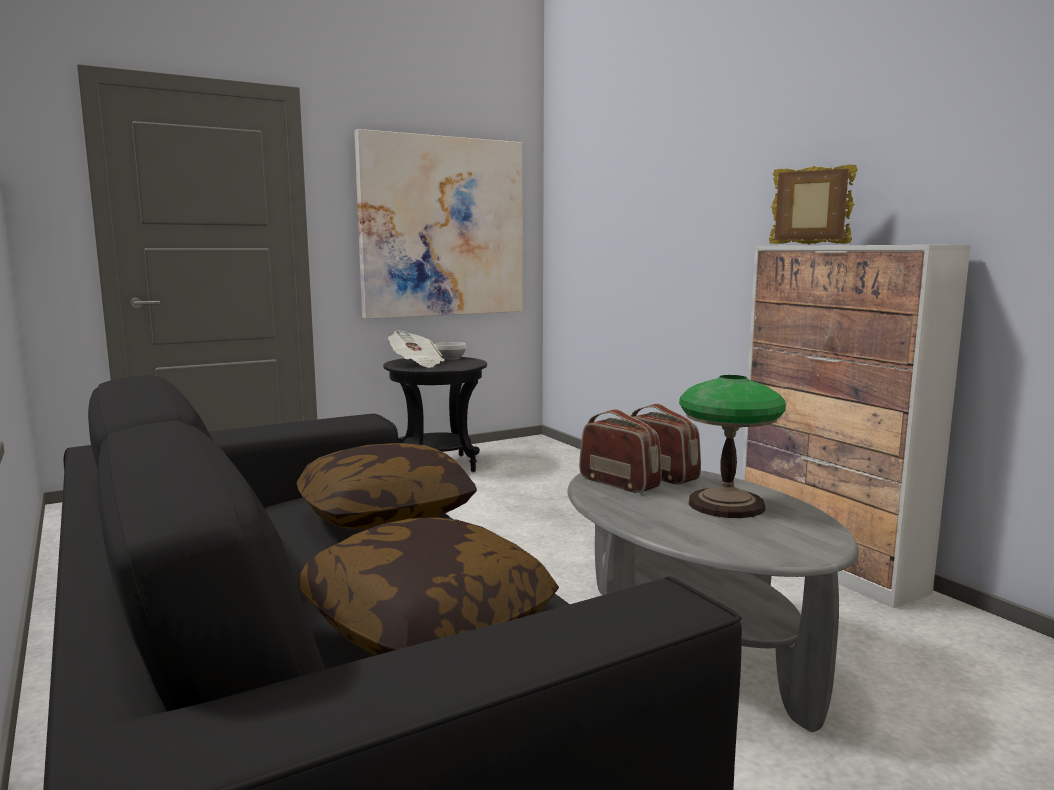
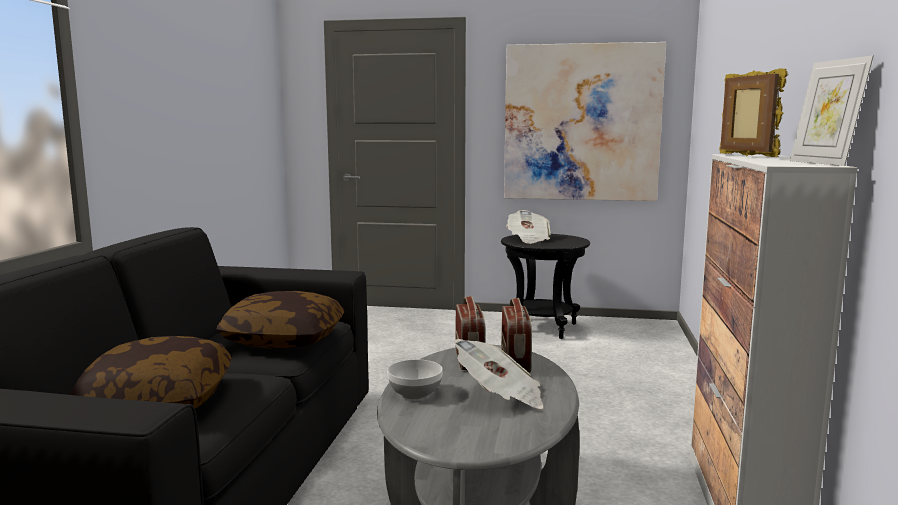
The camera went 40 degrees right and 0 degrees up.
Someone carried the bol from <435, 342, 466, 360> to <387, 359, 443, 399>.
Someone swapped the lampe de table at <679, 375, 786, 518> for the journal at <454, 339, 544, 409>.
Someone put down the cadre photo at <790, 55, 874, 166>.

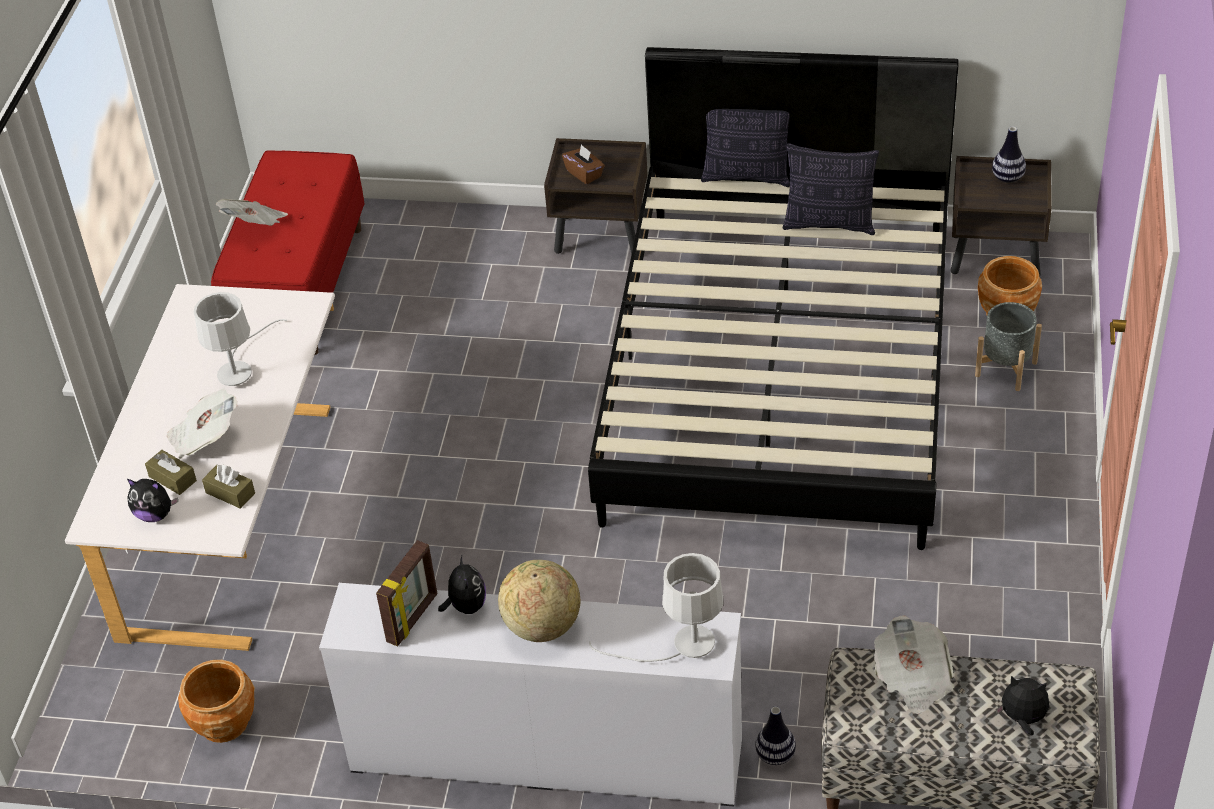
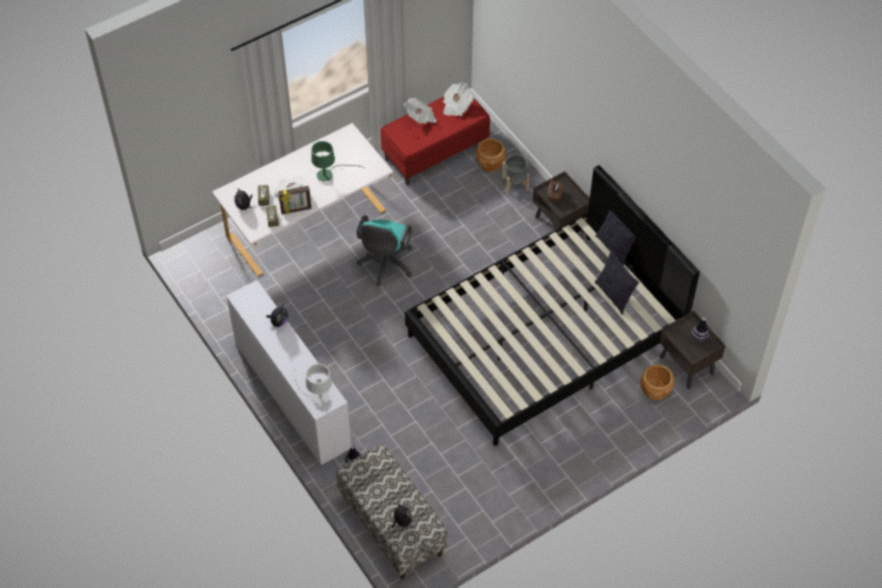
The camera went 45 degrees right and 10 degrees up.
Someone repainted the lampe de table/blanc at <194, 292, 287, 386>, which became the lampe de table/vert at <311, 141, 365, 182>.
Someone carried the cache-pot/gris from <975, 302, 1042, 391> to <502, 155, 529, 194>.
Someone carried the cadre photo from <376, 540, 437, 646> to <278, 186, 312, 214>.
Someone took away the globe at <498, 560, 580, 642>.
Someone carried the journal from <874, 615, 954, 714> to <443, 83, 474, 116>.
Someone carried the cache-pot/marron from <178, 660, 255, 743> to <476, 138, 506, 172>.
Someone put down the chaise de bureau/turquoise at <356, 215, 413, 286>.

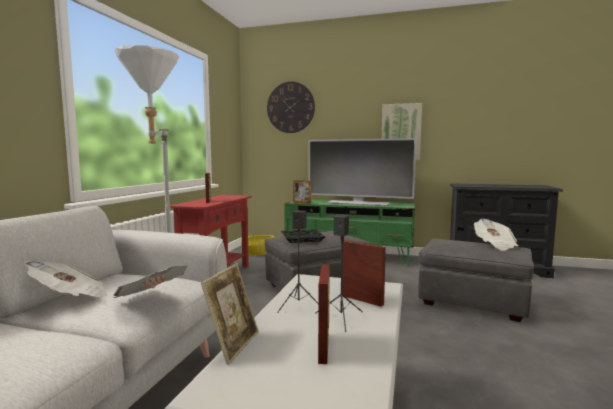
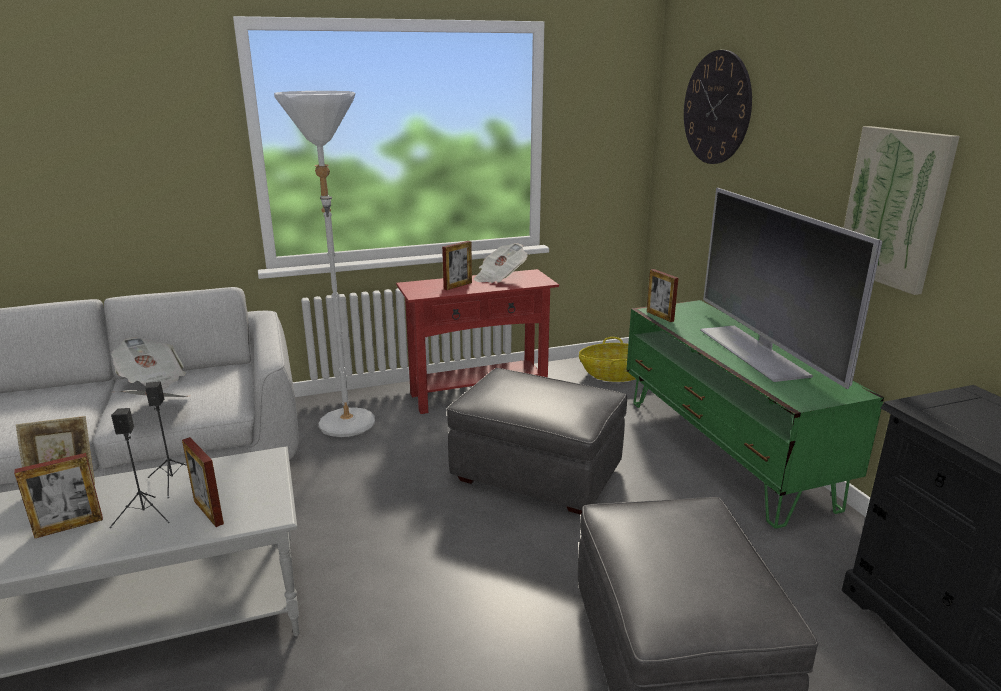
The camera went 55 degrees right and 15 degrees up.
Someone carried the journal from <474, 219, 519, 251> to <474, 243, 528, 283>.
Someone took away the plateau/noir at <281, 229, 325, 243>.
Someone rotated the cadre photo at <342, 240, 386, 307> by 135 degrees clockwise.

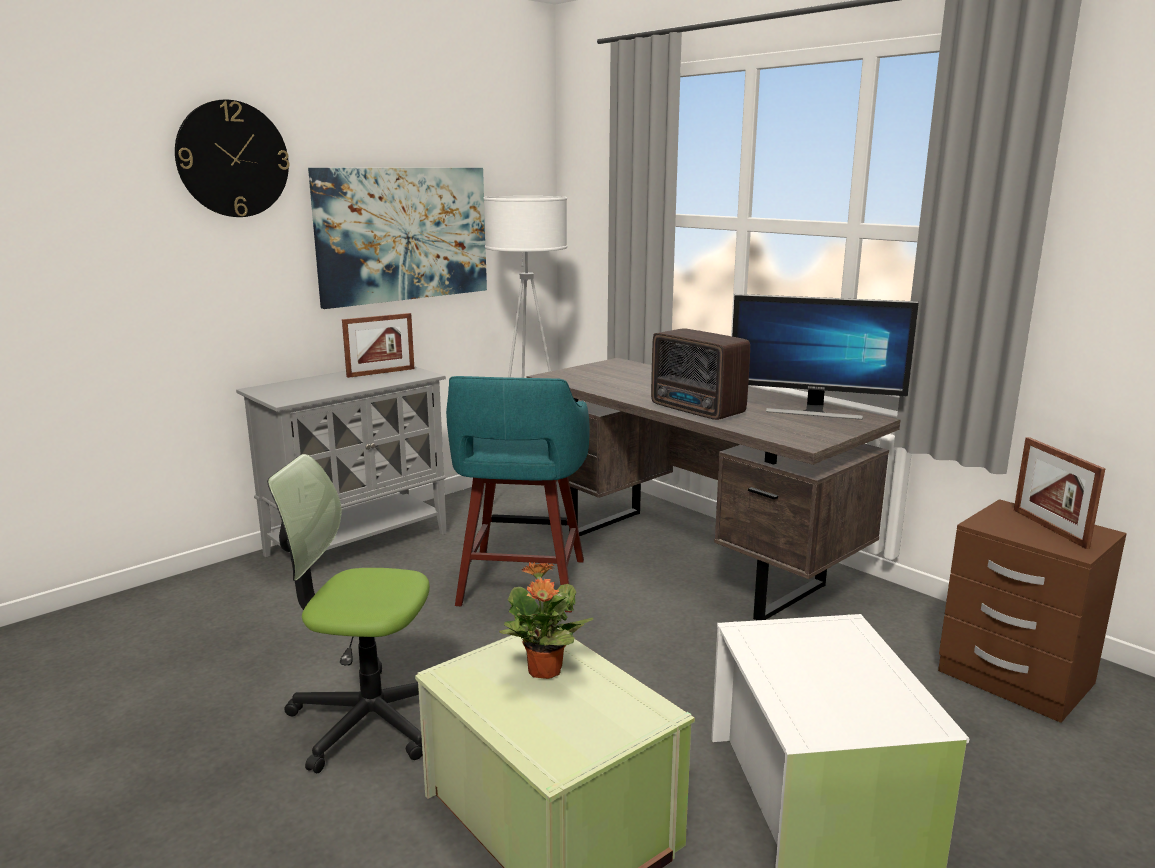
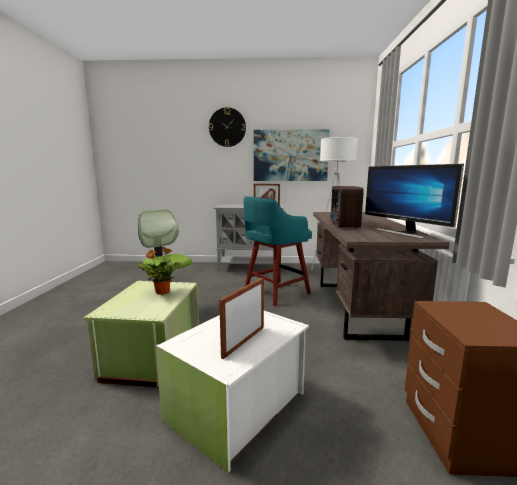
The camera went 45 degrees right and 5 degrees down.
Someone carried the cadre photo from <1014, 437, 1105, 549> to <219, 278, 264, 359>.

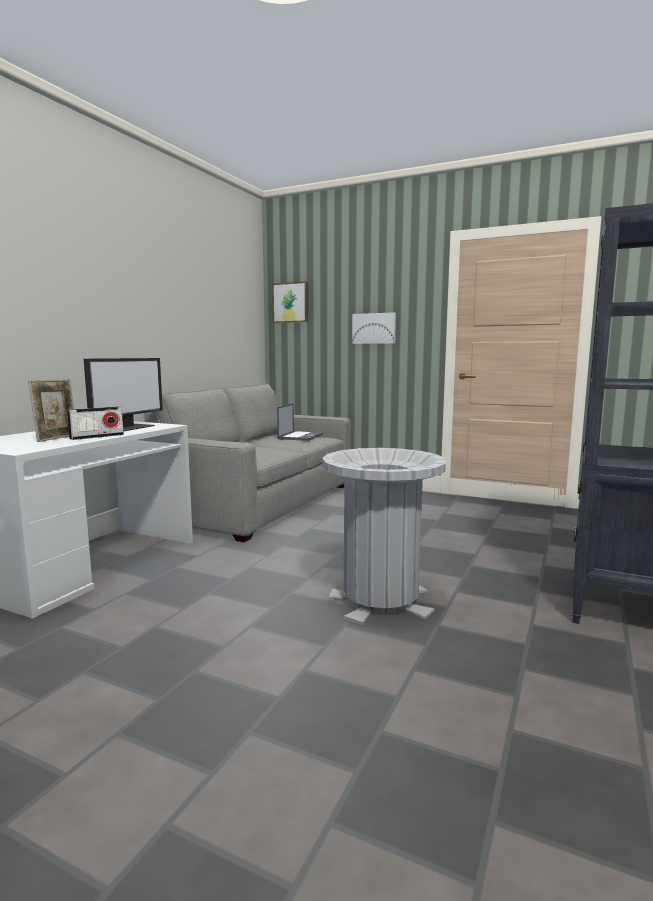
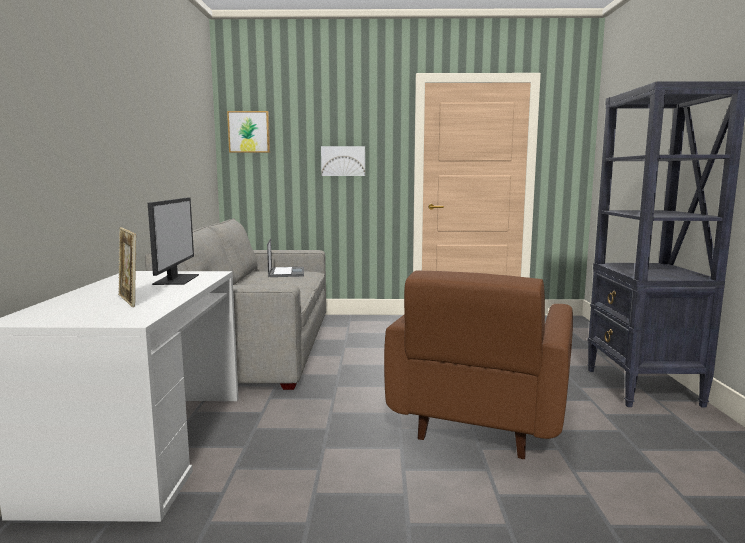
The camera went 25 degrees left and 0 degrees up.
Someone rotated the cadre photo at <28, 380, 74, 442> by 150 degrees clockwise.
Someone took away the radio at <67, 406, 124, 440>.
Someone swapped the poubelle/gris at <322, 448, 446, 625> for the fauteuil/marron at <384, 270, 573, 459>.

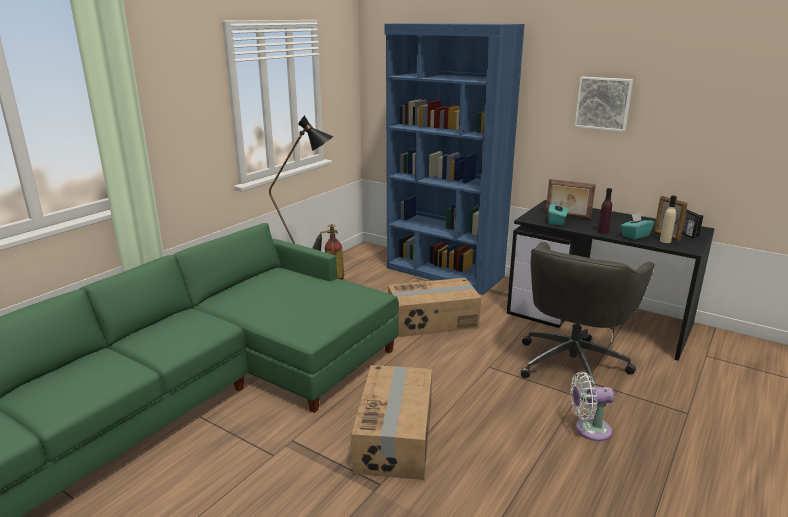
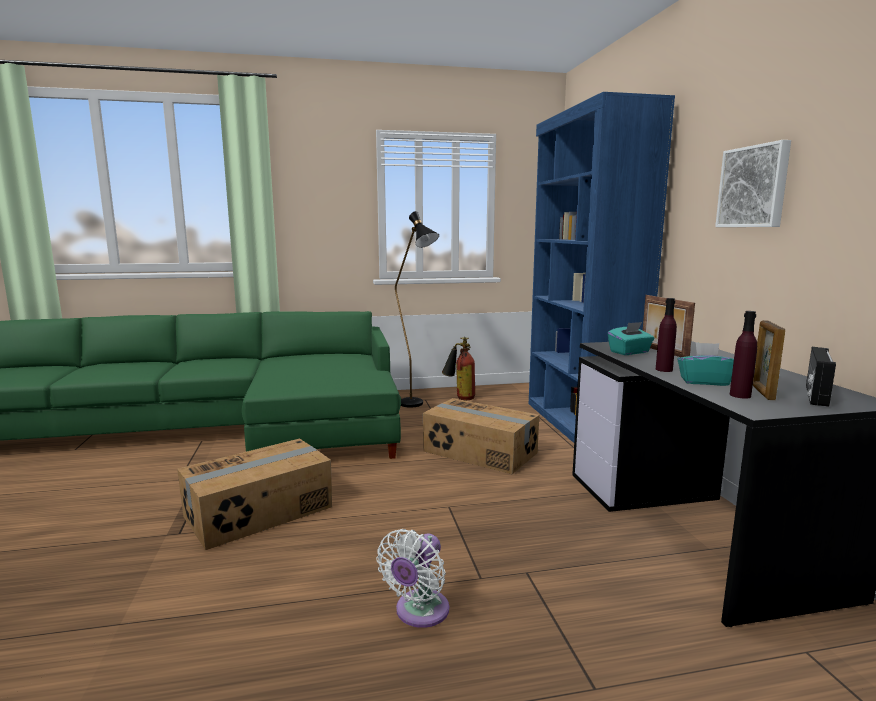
The camera went 45 degrees right and 10 degrees down.
Someone repainted the bouteille/beige at <660, 195, 677, 243>, which became the bouteille/violet at <730, 311, 757, 399>.
Someone took away the chaise de bureau/gris at <521, 242, 655, 387>.
Someone rotated the ventilateur/blanc at <570, 372, 615, 441> by 105 degrees counterclockwise.

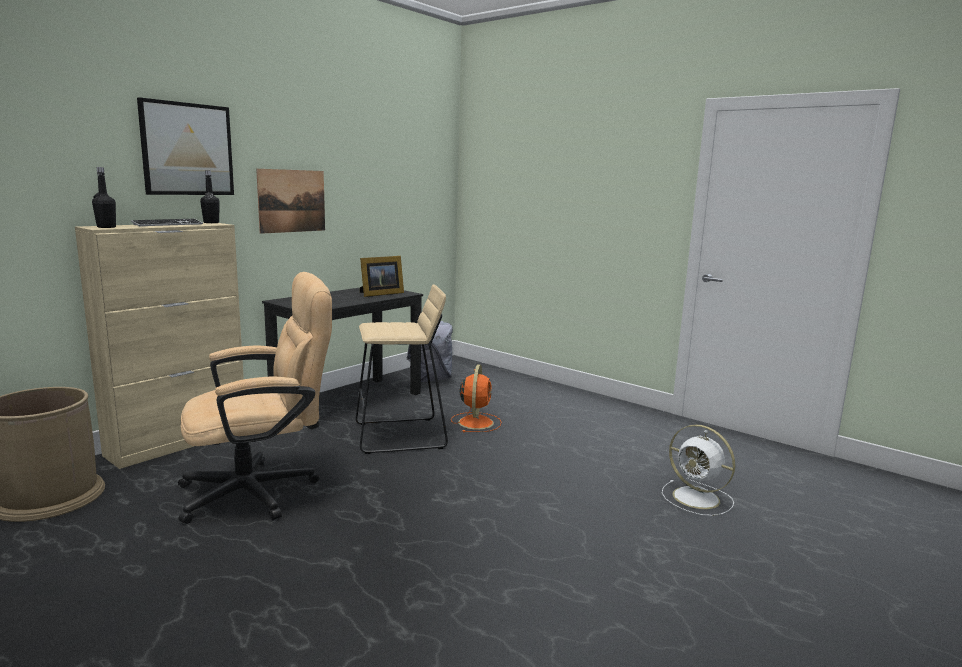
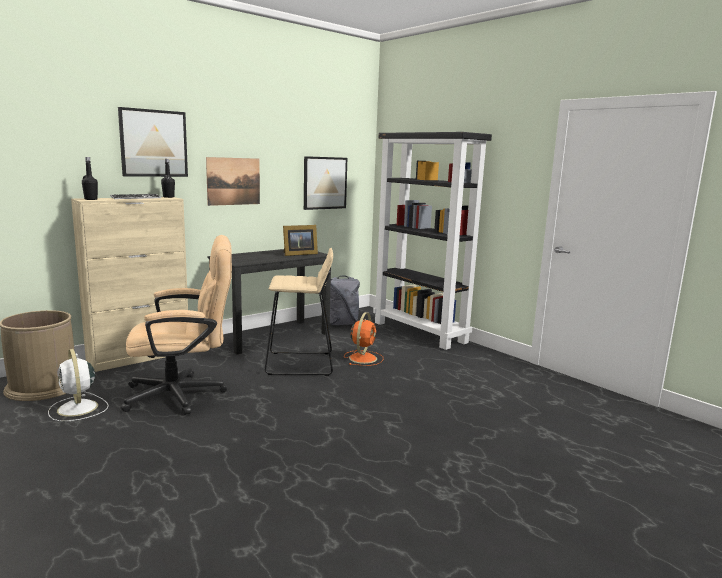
The camera went 10 degrees right and 0 degrees up.
Someone carried the ventilateur/blanc from <662, 425, 735, 516> to <48, 349, 109, 421>.
Someone put down the bibliothèque/noir at <373, 132, 492, 350>.
Someone put up the tableau at <304, 156, 347, 210>.

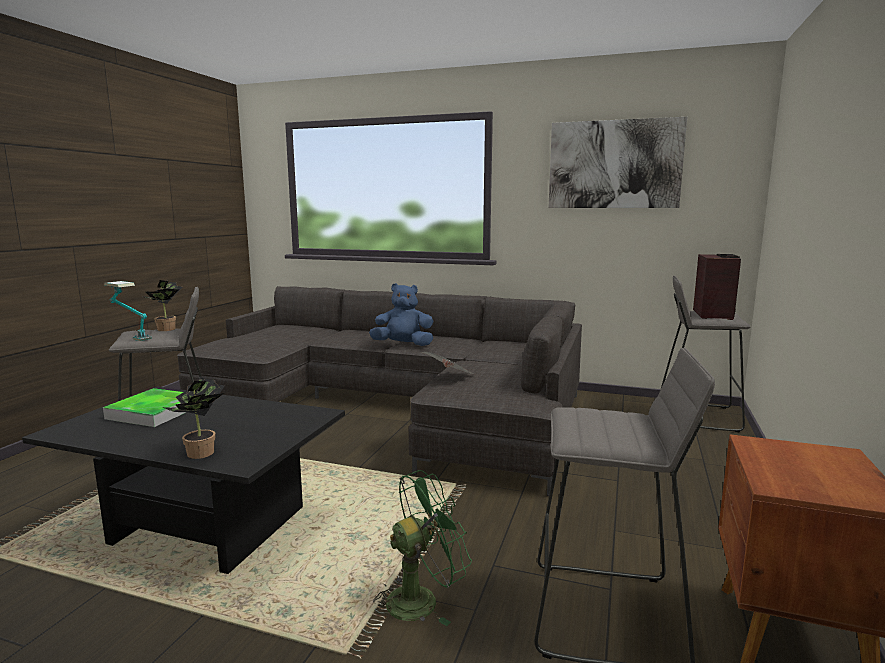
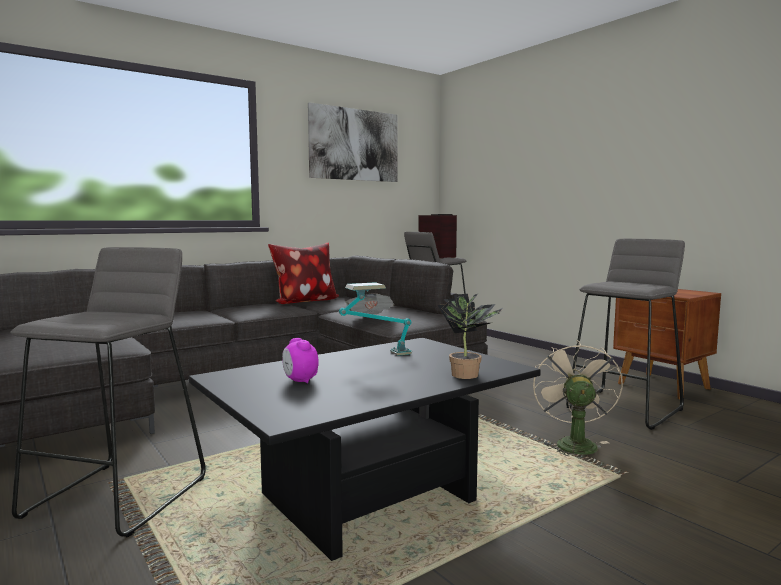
The camera went 55 degrees left and 5 degrees down.
Someone took away the plante en pot at <142, 280, 182, 331>.
Someone carried the lampe de table from <104, 281, 152, 341> to <339, 282, 413, 356>.
Someone took away the peluche/bleu at <369, 283, 433, 346>.
Someone swapped the plateau at <103, 388, 186, 427> for the réveil at <282, 338, 319, 384>.
Someone repainted the ventilateur/vert at <373, 470, 472, 626>, which became the ventilateur/beige at <533, 340, 623, 457>.
Someone put down the coussin at <268, 243, 339, 304>.

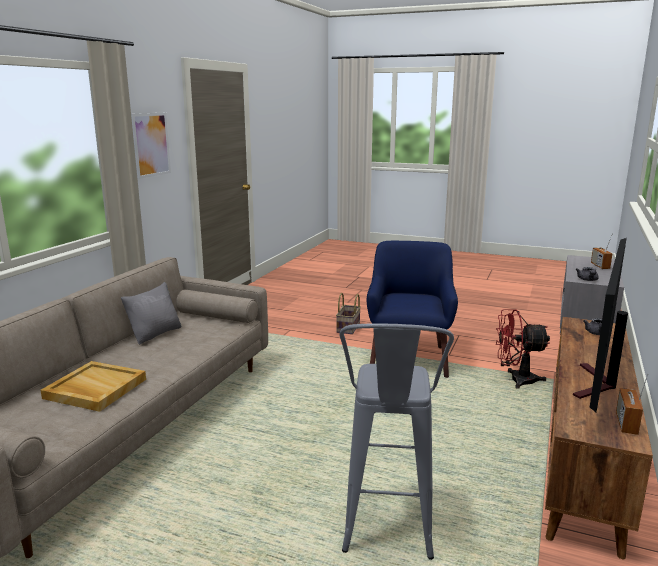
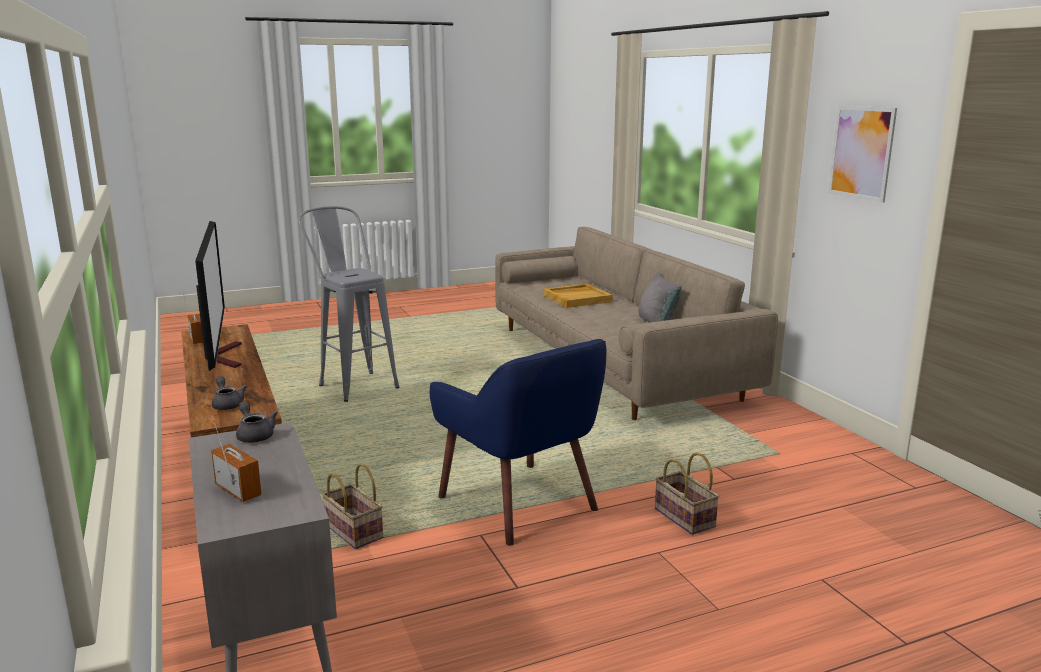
The camera went 135 degrees right and 0 degrees up.
Someone swapped the ventilateur/rouge at <496, 309, 550, 389> for the panier at <322, 463, 383, 549>.

